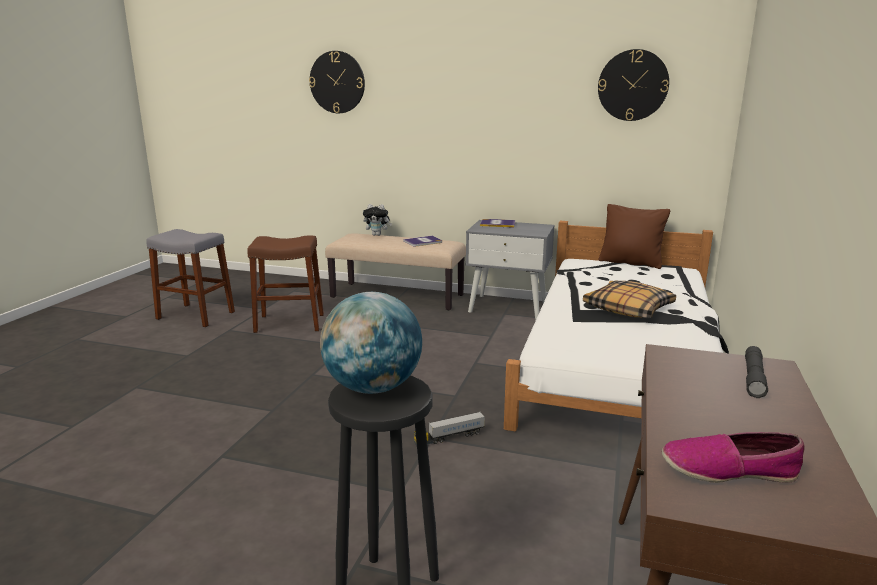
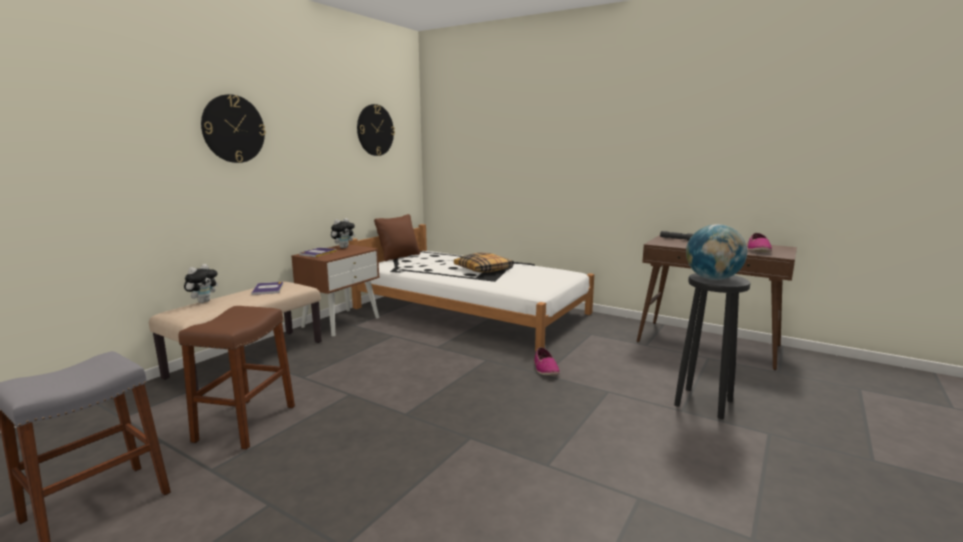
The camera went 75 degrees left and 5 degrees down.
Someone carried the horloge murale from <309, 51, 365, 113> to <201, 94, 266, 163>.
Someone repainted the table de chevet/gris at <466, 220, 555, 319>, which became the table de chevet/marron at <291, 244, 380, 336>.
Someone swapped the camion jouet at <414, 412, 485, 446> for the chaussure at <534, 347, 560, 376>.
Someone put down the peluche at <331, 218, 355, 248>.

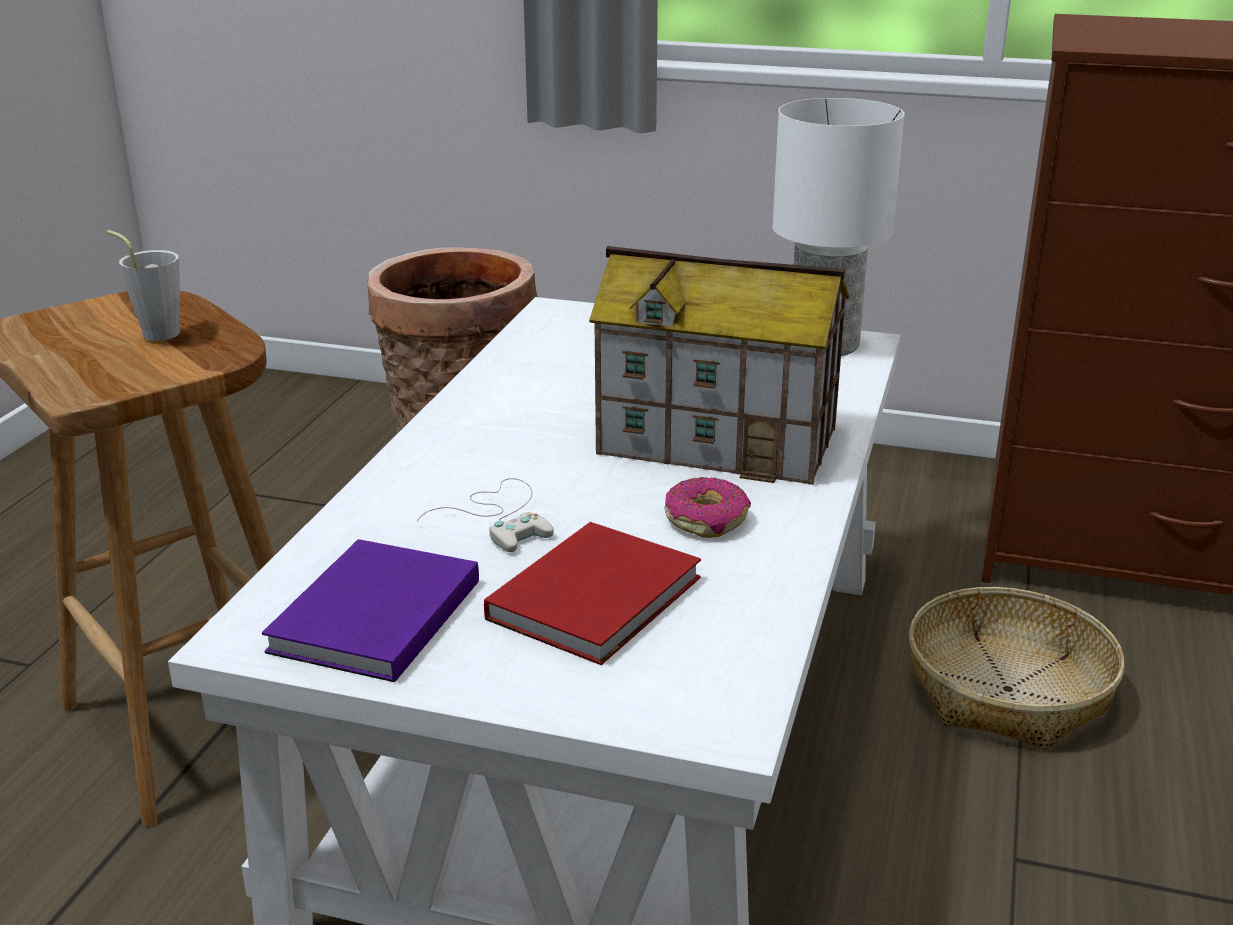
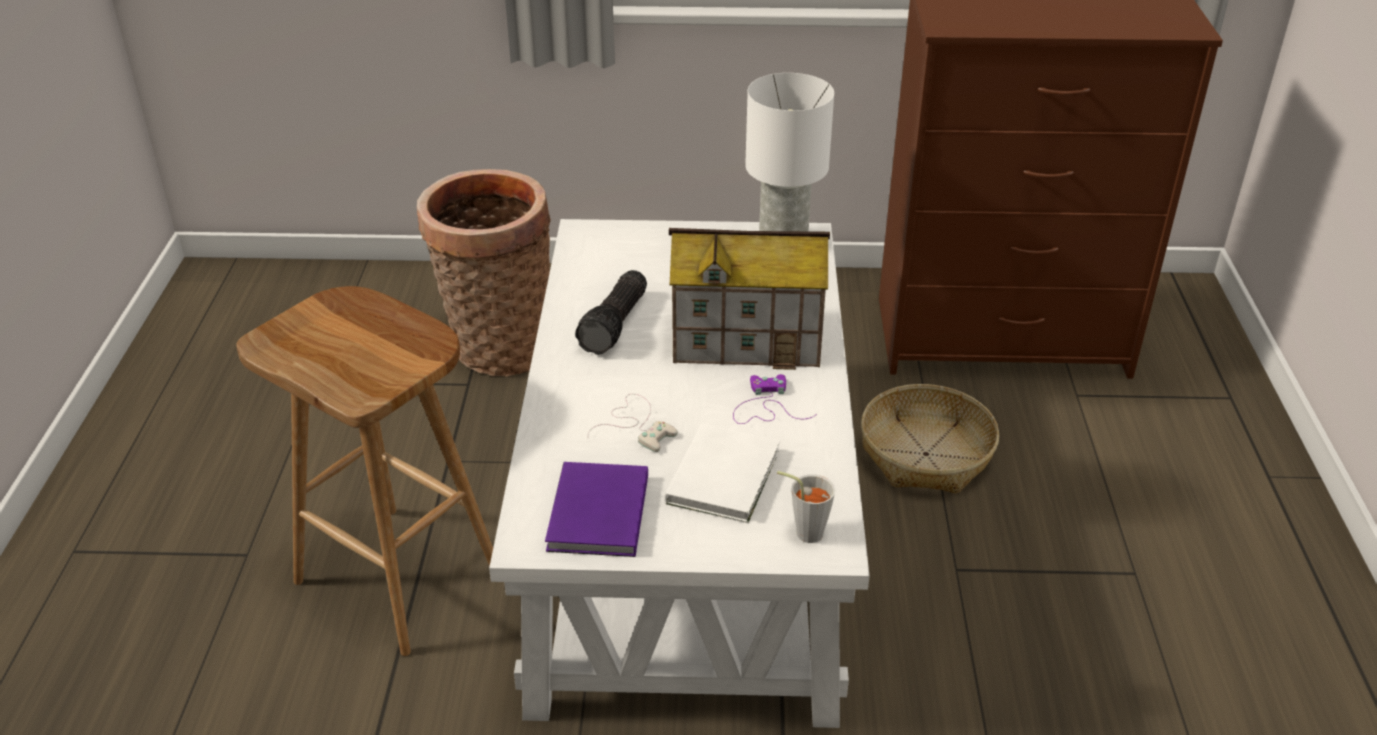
The camera went 15 degrees left and 10 degrees up.
Someone carried the tasse/gris from <107, 230, 180, 341> to <777, 471, 835, 543>.
Someone swapped the beignet at <664, 477, 751, 538> for the manette/violet at <733, 374, 817, 424>.
Someone repainted the livre/rouge at <484, 522, 701, 665>, which became the livre/blanc at <665, 424, 780, 523>.
Someone put down the lampe de poche at <575, 270, 647, 355>.

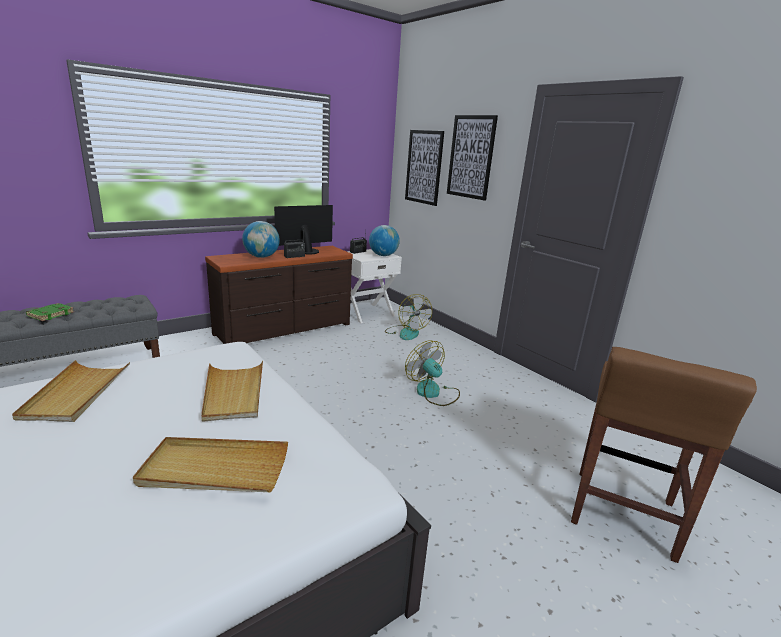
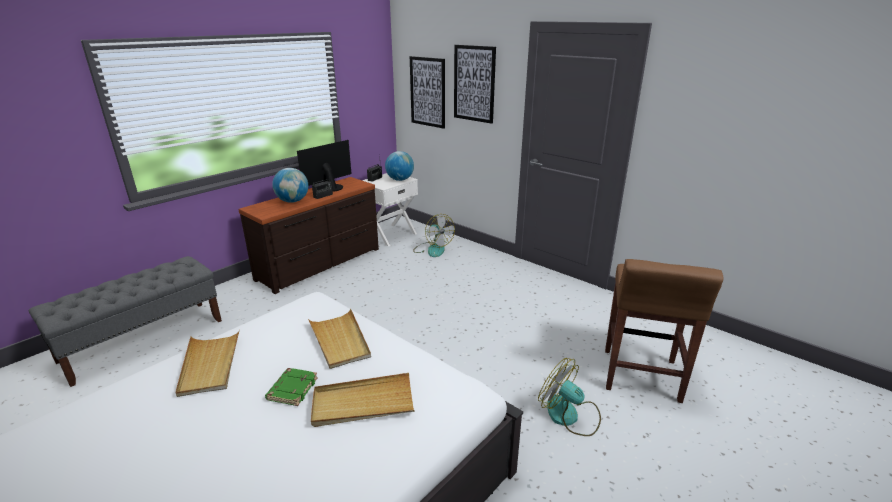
The camera went 10 degrees left and 5 degrees up.
Someone carried the livre/vert from <26, 303, 74, 321> to <265, 368, 318, 406>.
Someone carried the ventilateur from <405, 341, 460, 406> to <538, 358, 601, 436>.

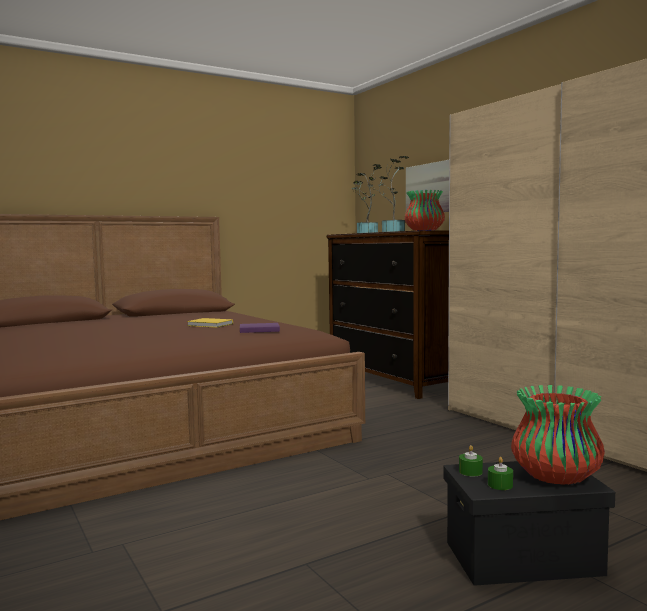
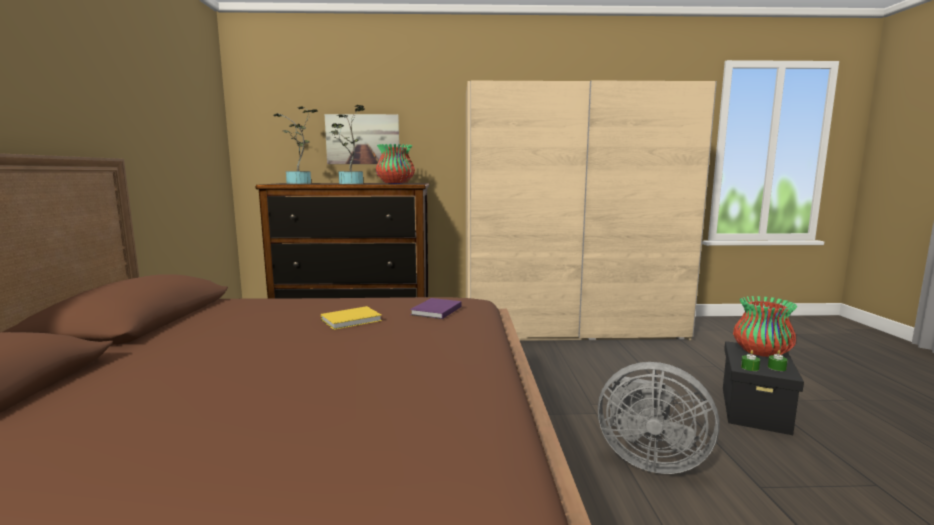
The camera went 60 degrees left and 5 degrees up.
Someone put down the ventilateur/gris at <598, 362, 719, 474>.

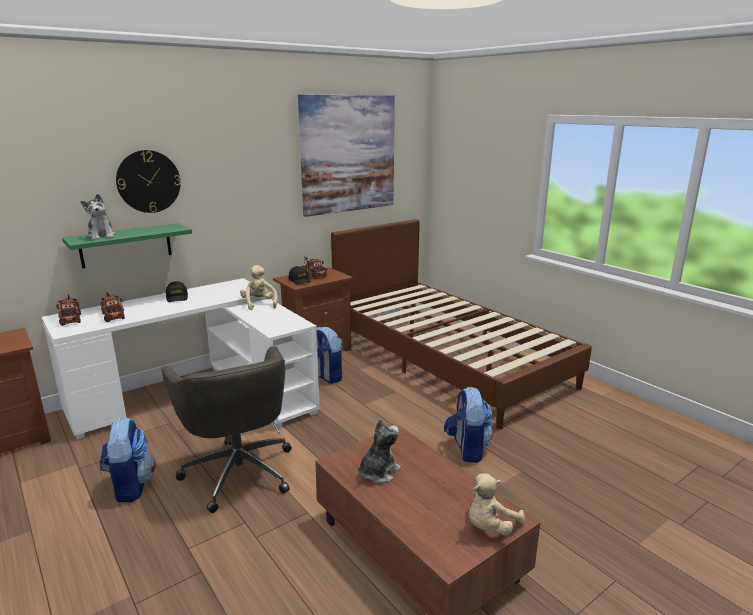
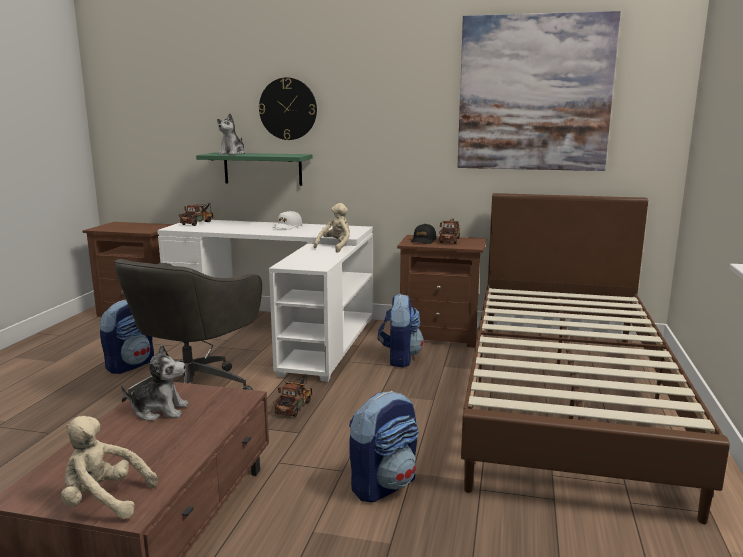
The camera went 50 degrees right and 5 degrees down.
Someone repainted the casquette/noir at <166, 281, 188, 302>, which became the casquette/blanc at <272, 211, 302, 229>.
Someone carried the camion jouet from <100, 292, 125, 322> to <273, 373, 312, 417>.

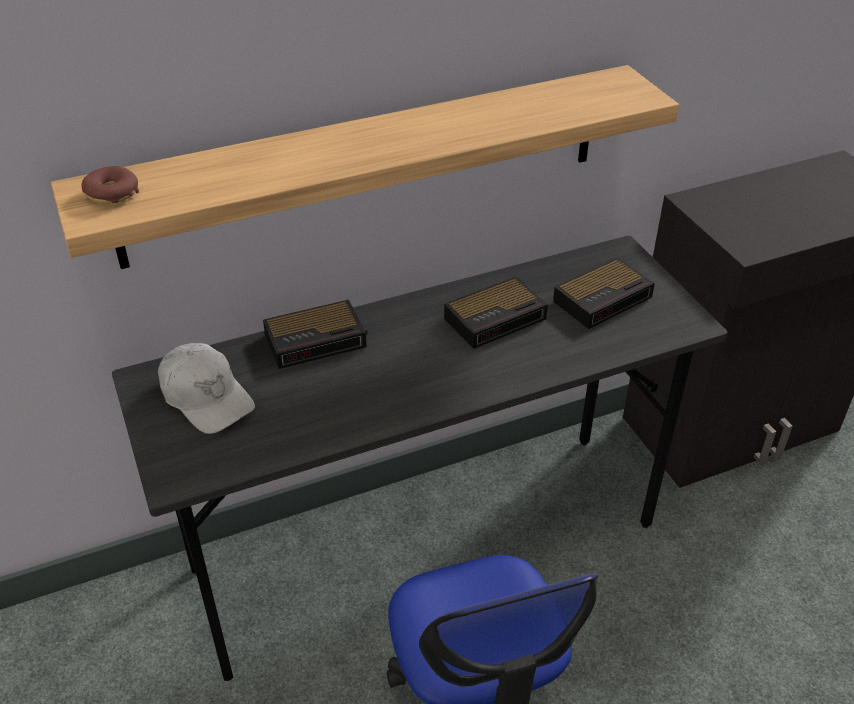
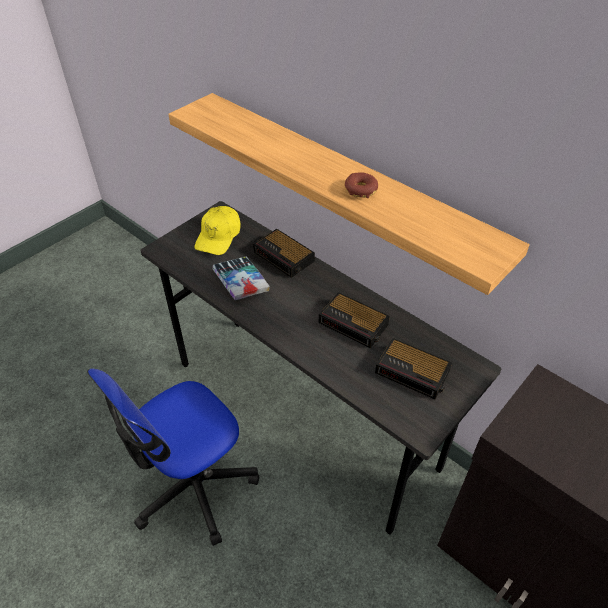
The camera went 65 degrees right and 5 degrees up.
Someone carried the beignet from <82, 166, 139, 204> to <345, 172, 378, 198>.
Someone repainted the casquette/blanc at <158, 343, 255, 434>, which became the casquette/jaune at <194, 206, 241, 255>.
Someone put down the livre at <212, 257, 270, 300>.

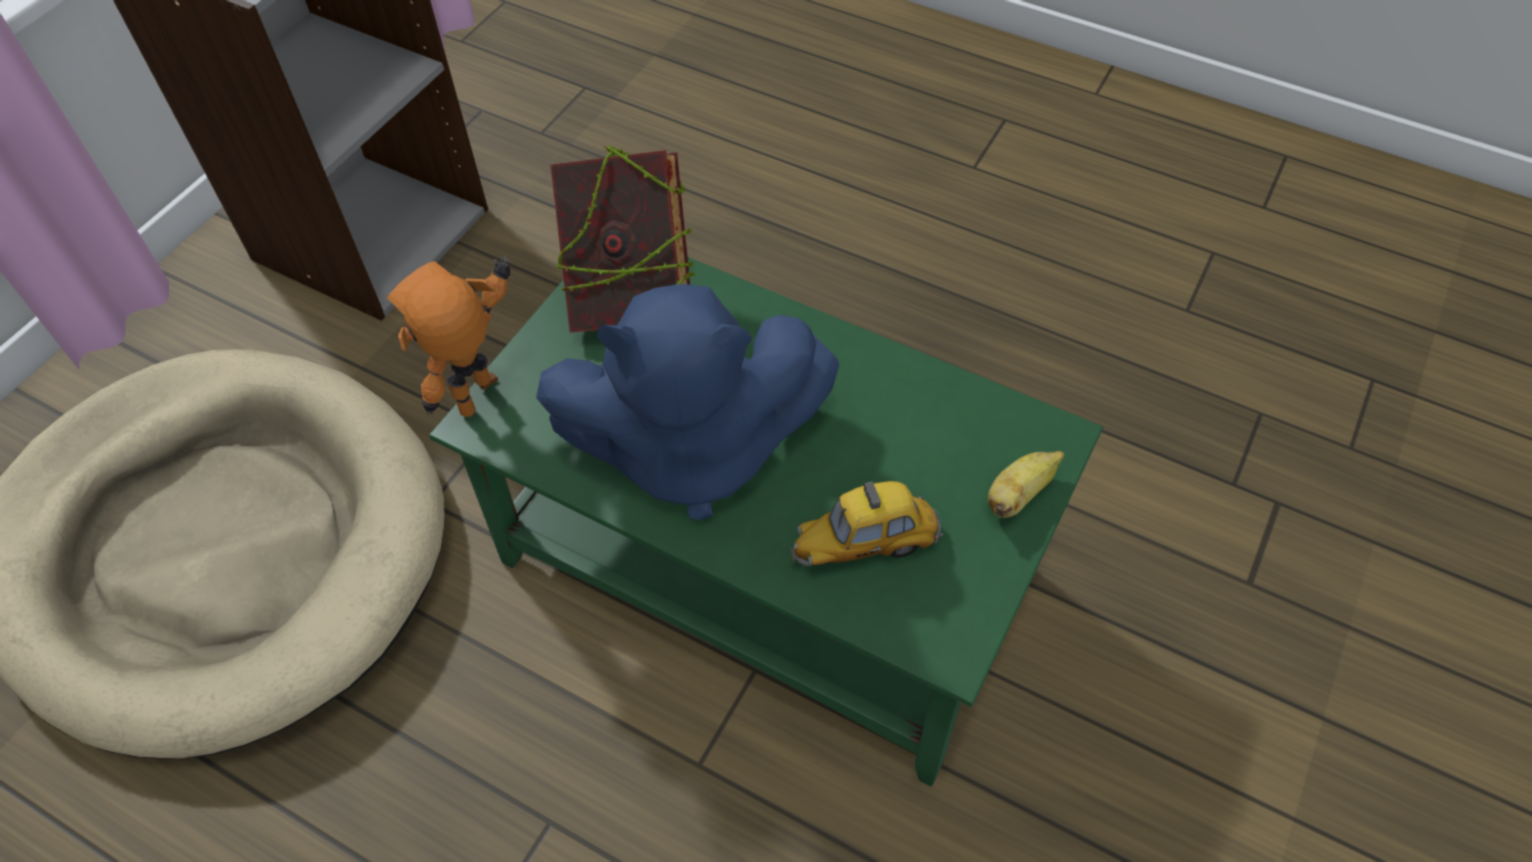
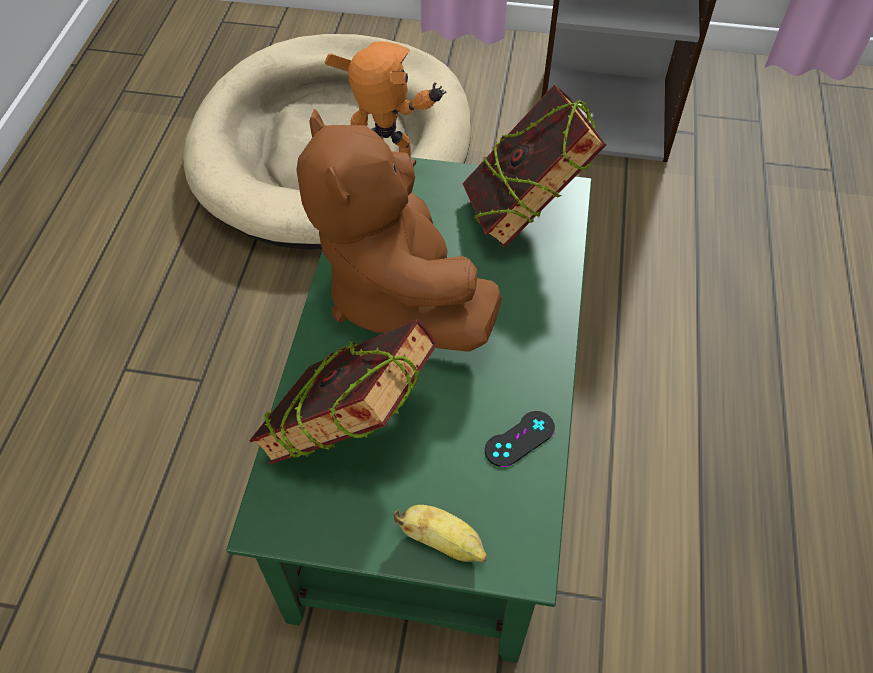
The camera went 70 degrees right and 0 degrees up.
Someone repainted the peluche/bleu at <536, 284, 839, 520>, which became the peluche/marron at <296, 109, 502, 352>.
Someone swapped the petite voiture at <790, 481, 943, 566> for the livre at <249, 319, 437, 464>.
Someone put down the manette/noir at <485, 411, 555, 467>.

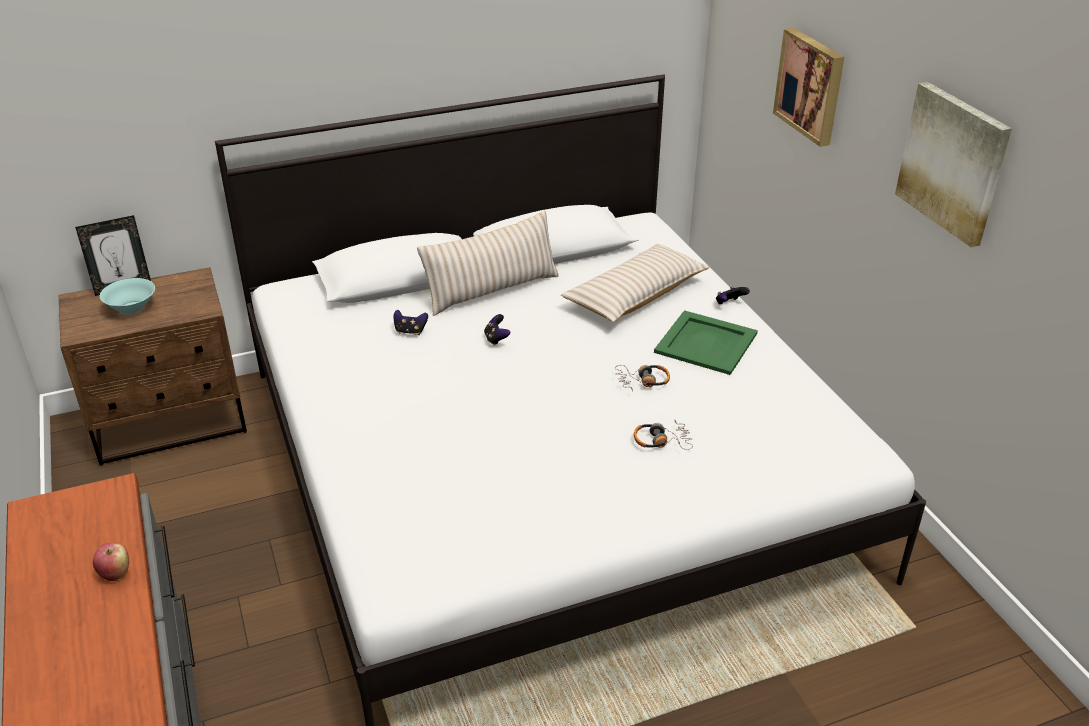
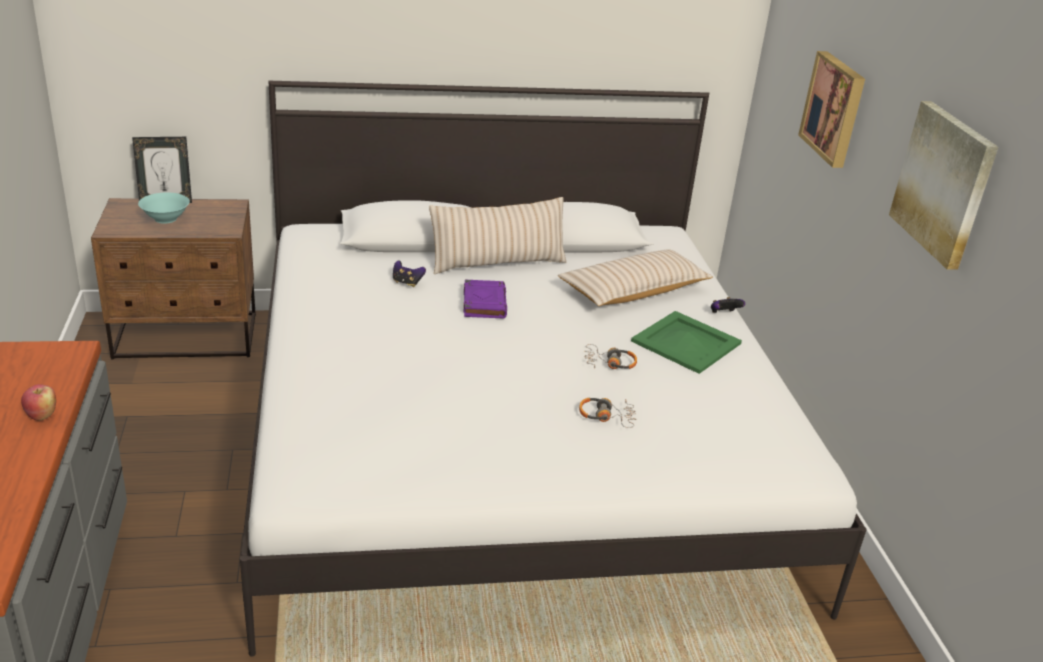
The camera went 10 degrees right and 5 degrees down.
Someone swapped the manette at <484, 314, 510, 346> for the livre/violet at <464, 280, 507, 318>.

